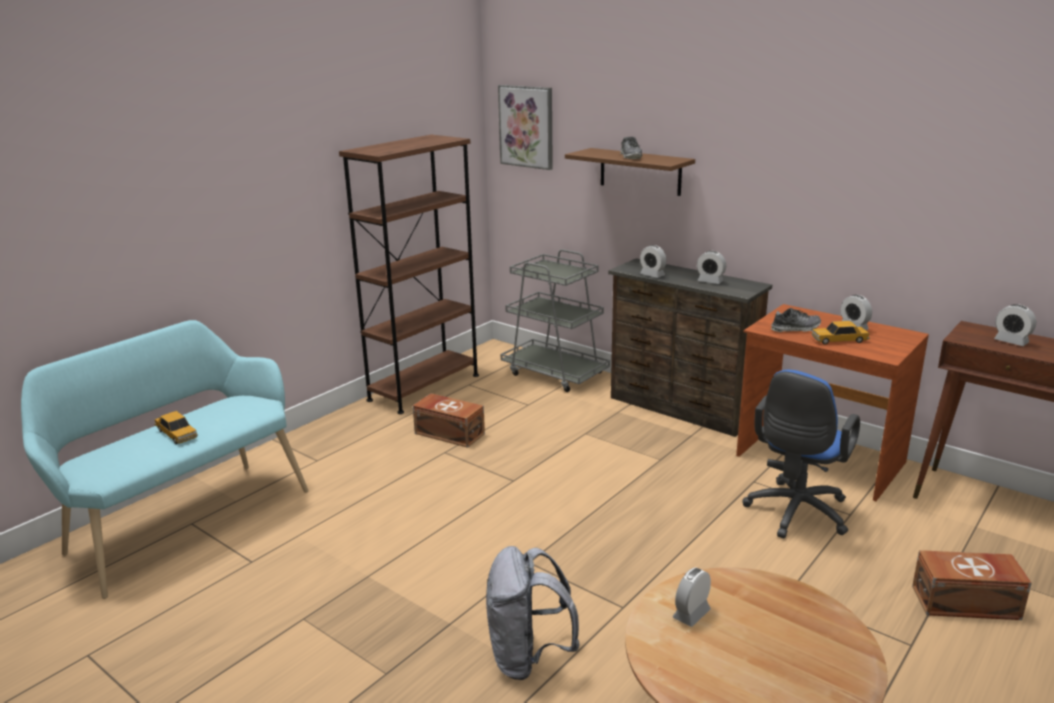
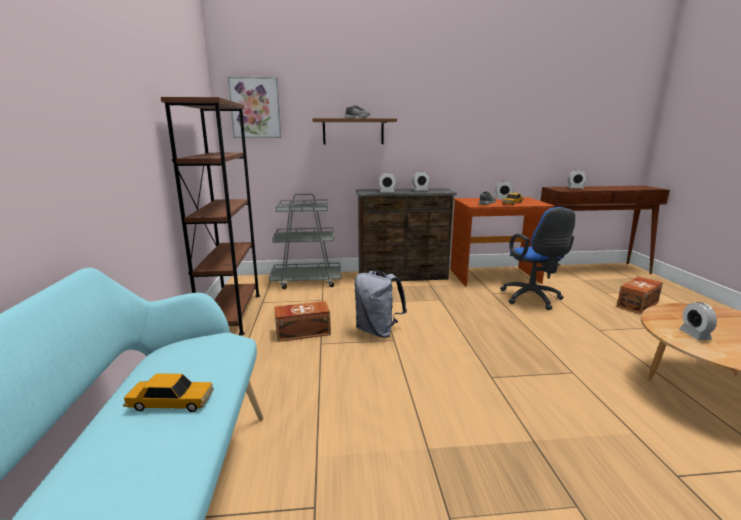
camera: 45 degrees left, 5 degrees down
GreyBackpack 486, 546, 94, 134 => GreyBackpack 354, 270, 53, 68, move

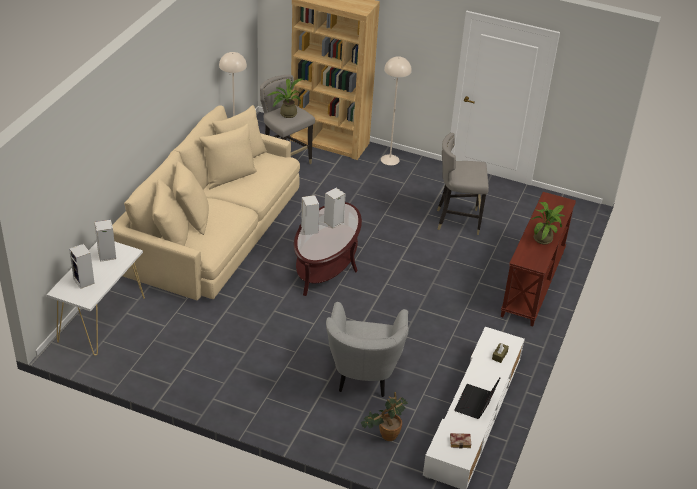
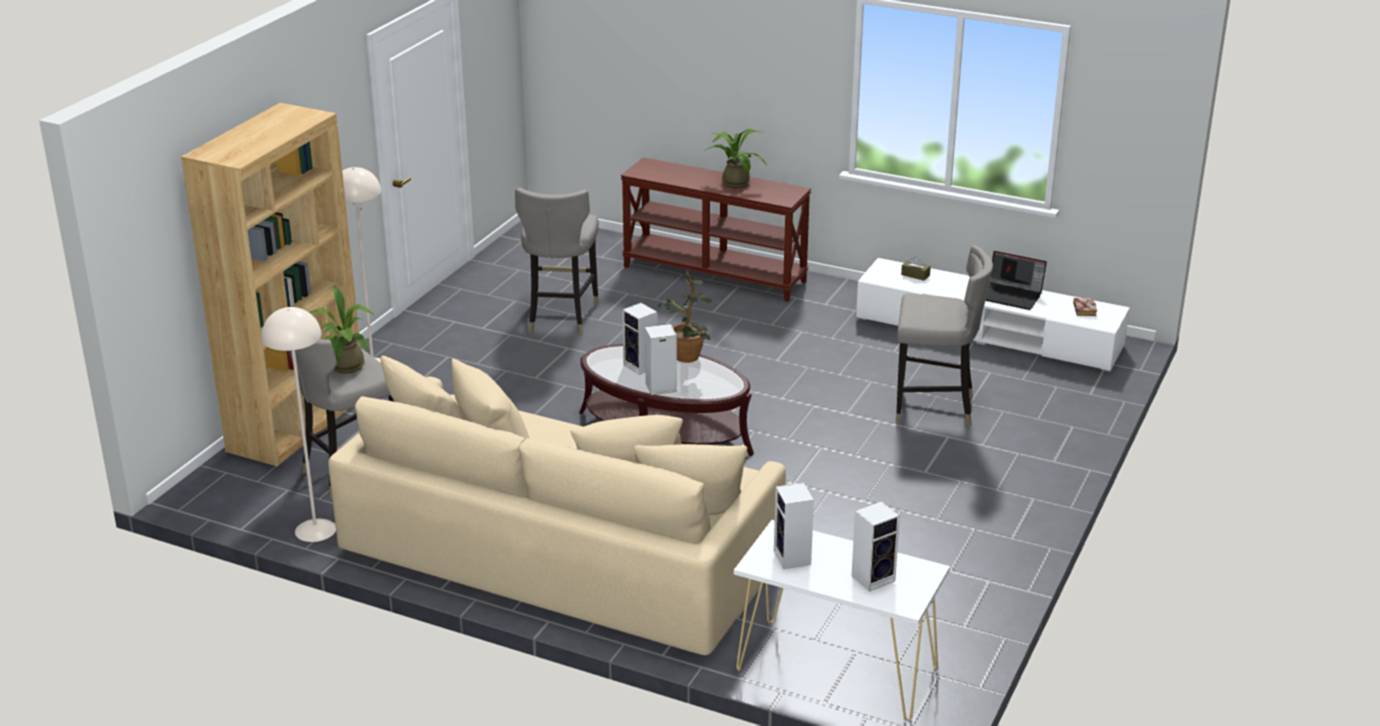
camera: 85 degrees left, 10 degrees down
GreyArmchair 326, 302, 83, 95 => GreyStool 896, 245, 97, 181
PottedPlant 361, 392, 47, 49 => PottedPlant 658, 272, 54, 91, move

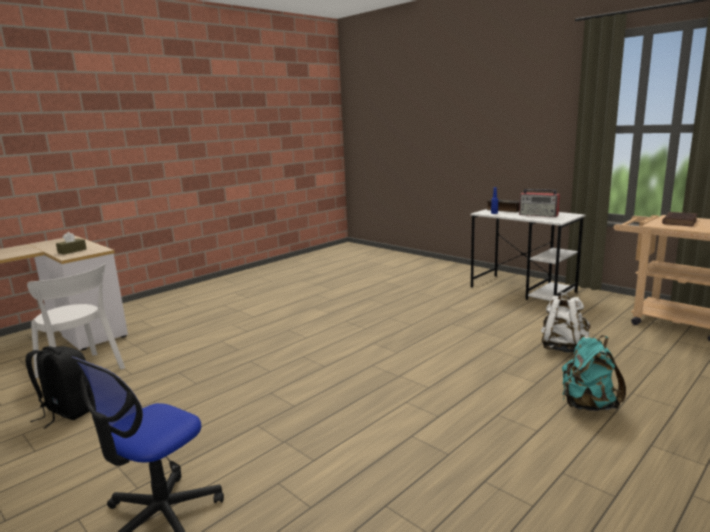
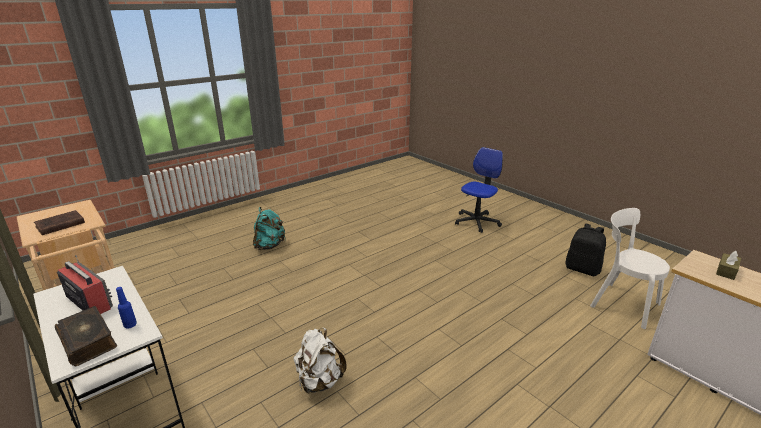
camera: 175 degrees left, 10 degrees up
WhiteBackpack 541, 292, 49, 61 => WhiteBackpack 293, 328, 54, 65, move

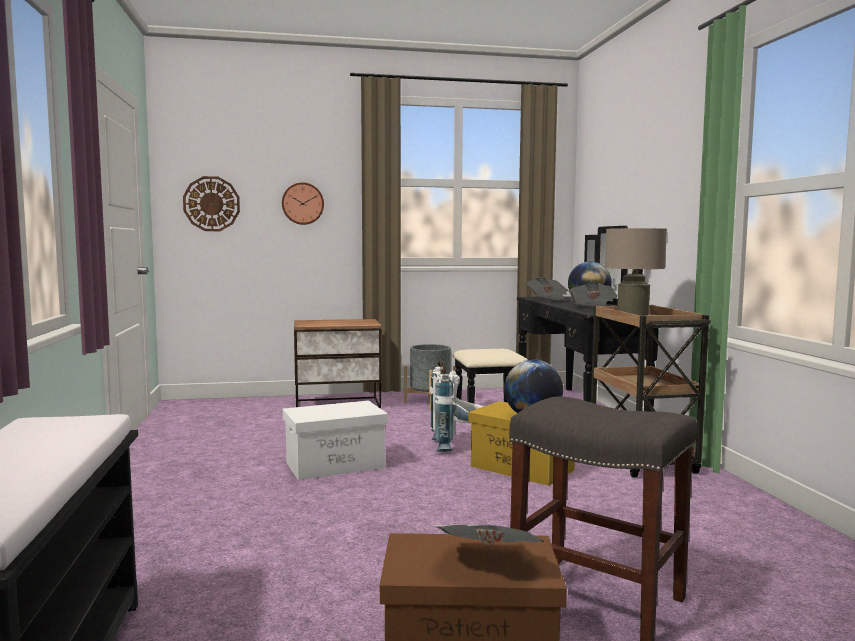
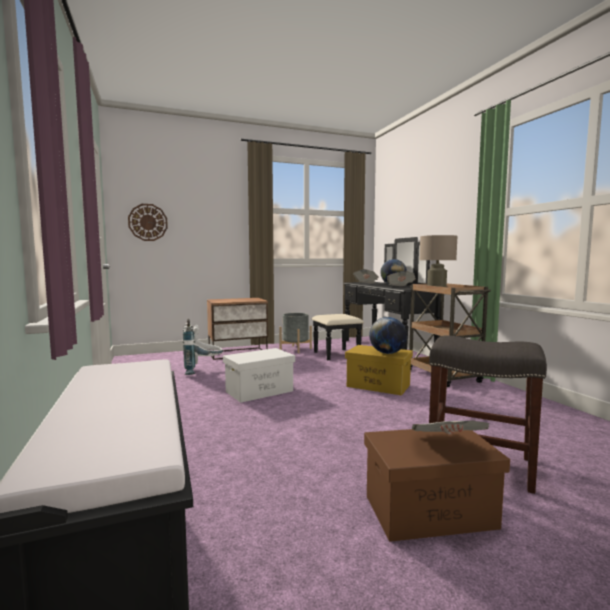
camera: 10 degrees left, 0 degrees up
WallClock 282, 182, 42, 43 => nothing
WhiteBackpack 430, 360, 54, 92 => WhiteBackpack 183, 319, 40, 56, move

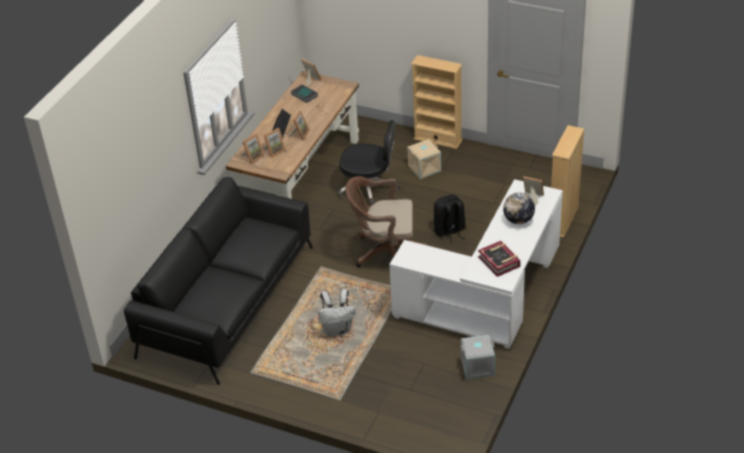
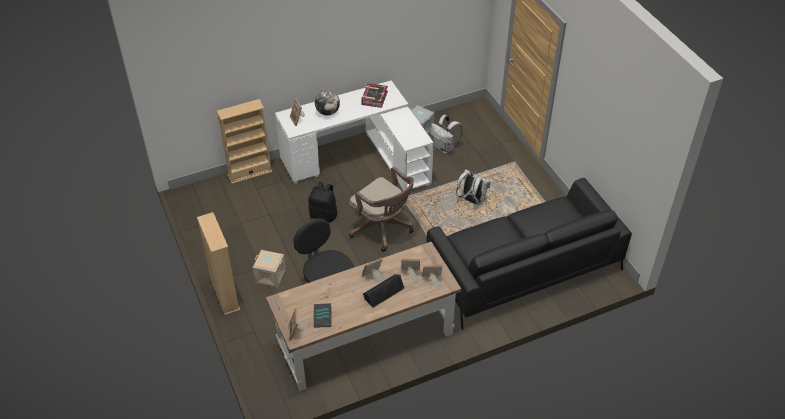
camera: 140 degrees left, 5 degrees up
nothing => WhiteBackpack 430, 115, 33, 38

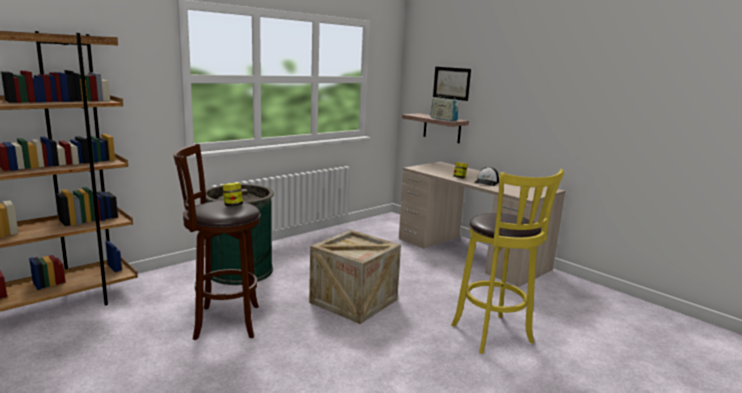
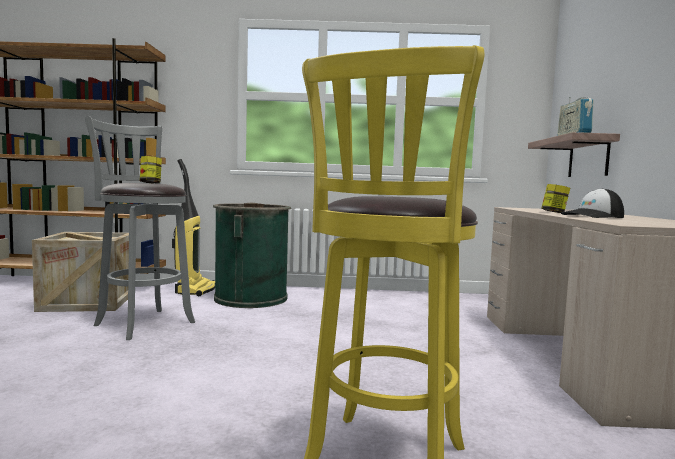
camera: 45 degrees right, 10 degrees down
Picture 433, 67, 38, 34 => nothing
BrownStool 173, 143, 88, 197 => GreyStool 85, 116, 110, 224
Crate 309, 230, 92, 94 => Crate 32, 232, 97, 80, move
nothing => VacuumCleaner 172, 159, 43, 137

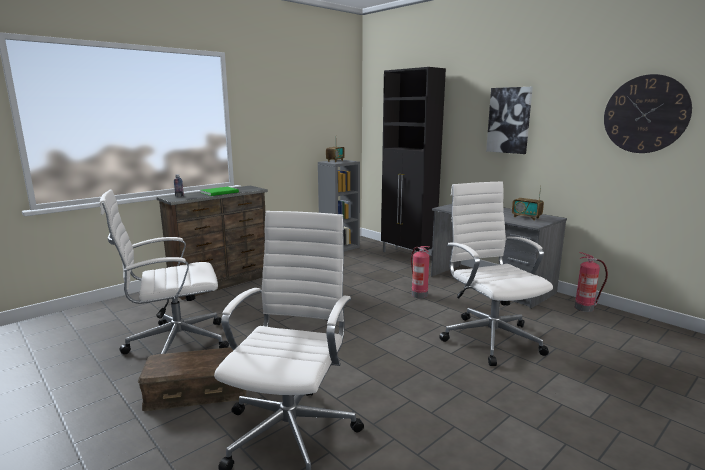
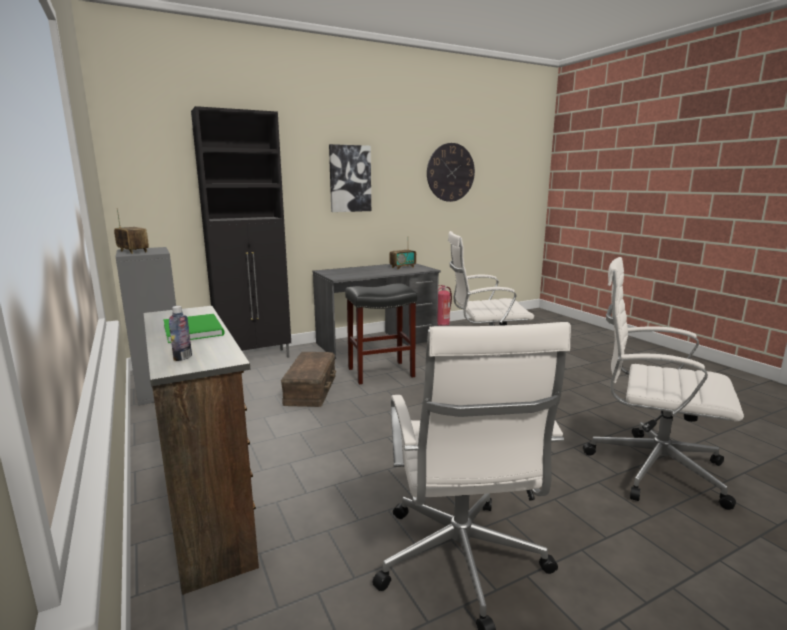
camera: 75 degrees left, 0 degrees up
FireExtinguisher 411, 246, 19, 52 => BlackStool 345, 283, 72, 102
BrownStorageBox 138, 347, 108, 64 => BrownStorageBox 281, 352, 55, 55, move

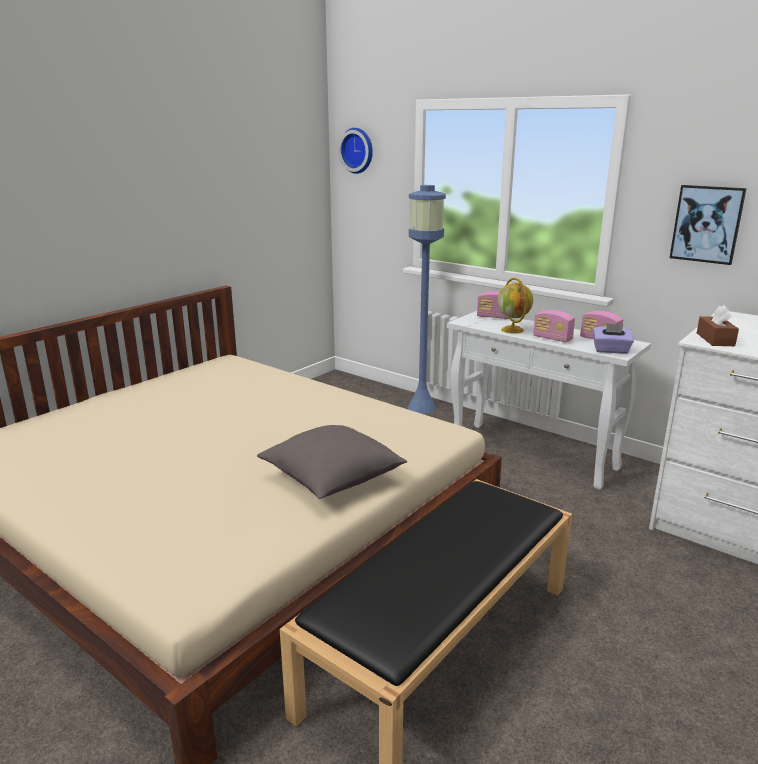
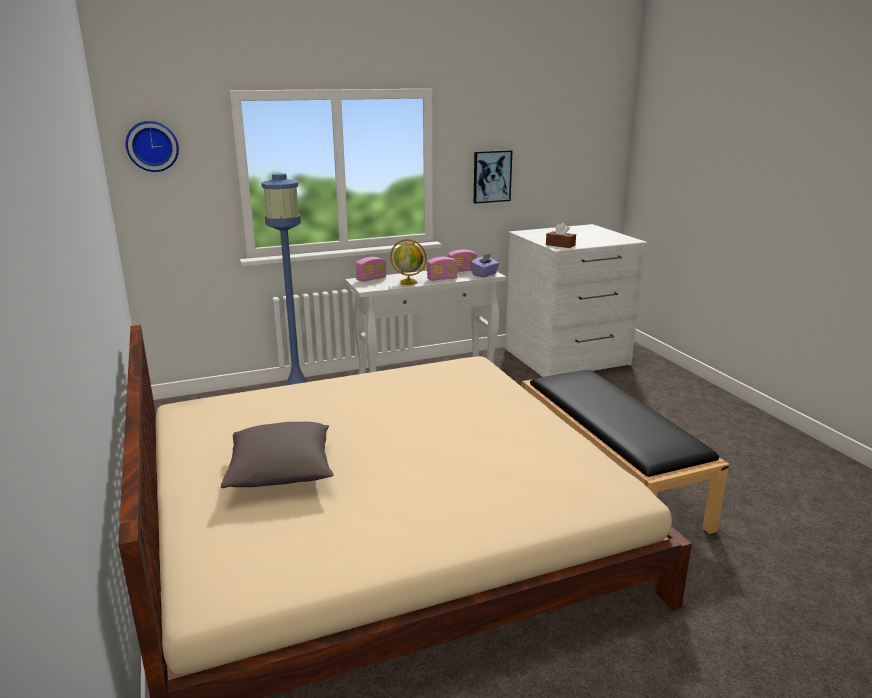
camera: 60 degrees left, 0 degrees up
GreyPillow 257, 425, 150, 74 => GreyPillow 221, 422, 112, 66, move

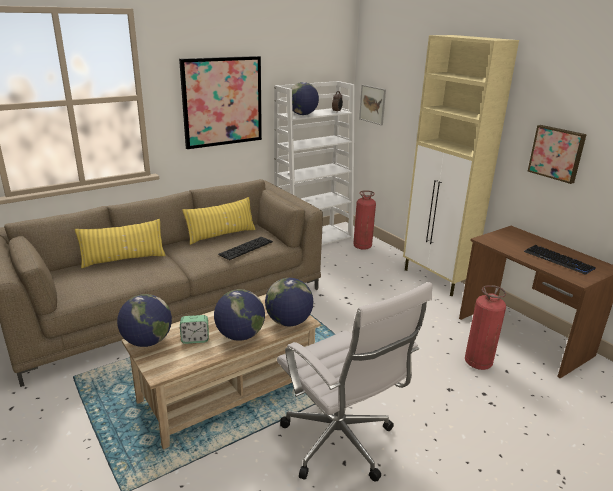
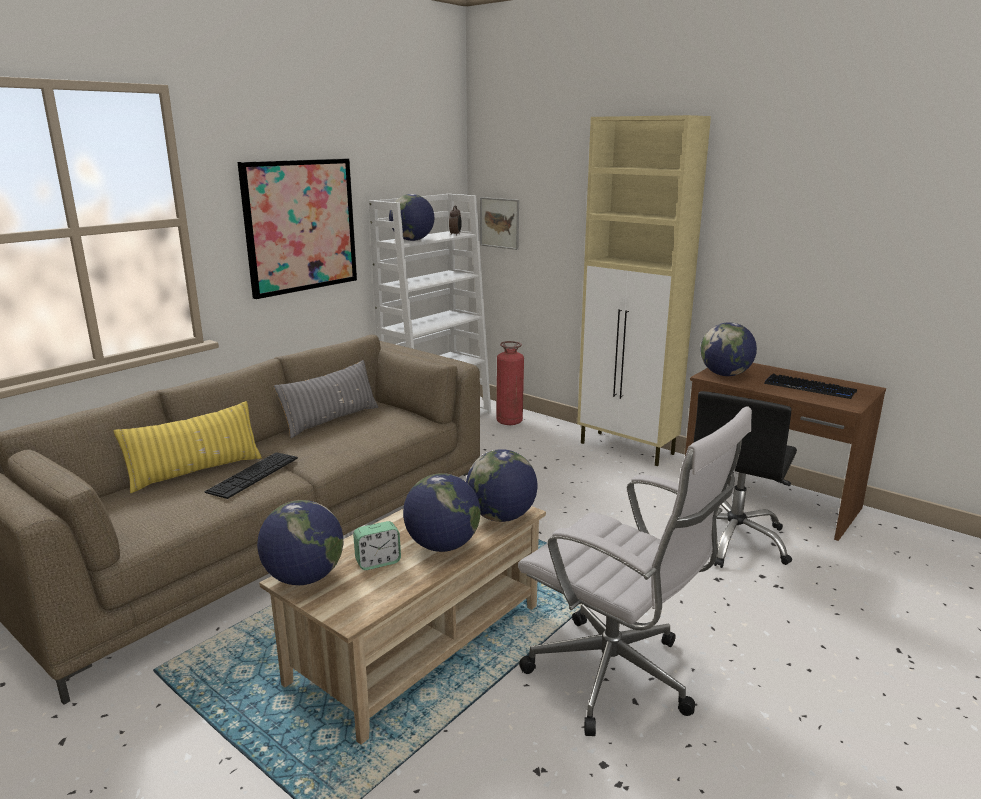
camera: 15 degrees left, 5 degrees down
Picture 528, 125, 59, 59 => nothing
YellowPillow 182, 197, 74, 48 => GreyPillow 274, 360, 104, 78
Keyboard 218, 237, 55, 23 => Keyboard 204, 452, 94, 47, move
FireExtinguisher 465, 285, 41, 85 => BlackOfficeChair 693, 391, 104, 177
nothing => Globe 701, 322, 56, 54

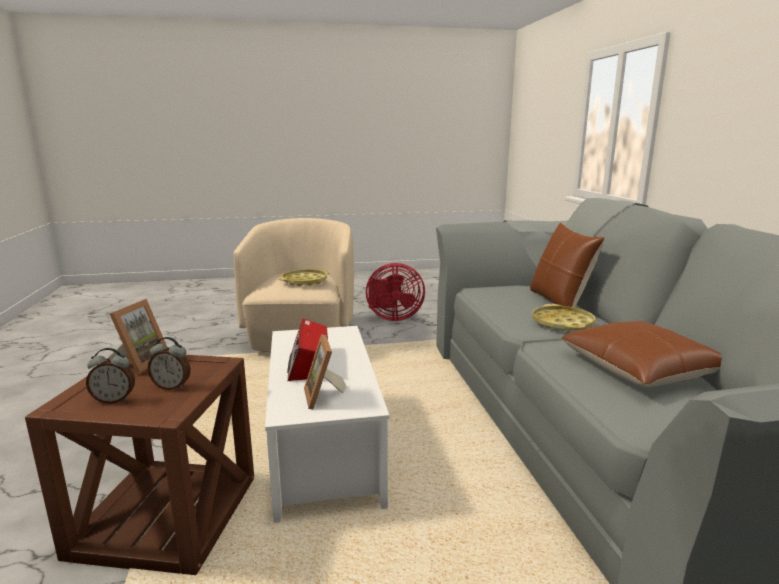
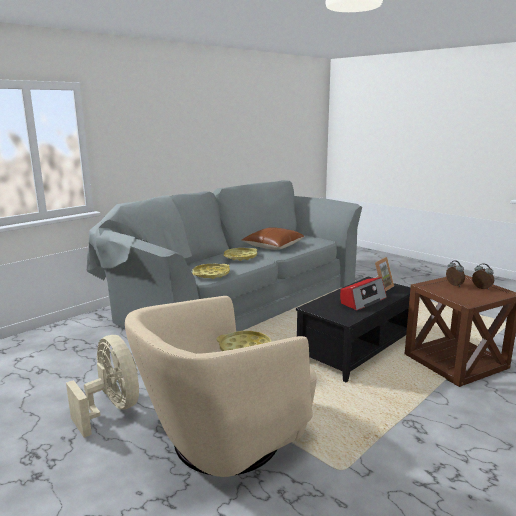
camera: 125 degrees left, 0 degrees up
BrownPillow 530, 223, 75, 85 => nothing
RedFan 366, 263, 59, 58 => BeigeFan 66, 335, 73, 103
PictureFrame 106, 299, 61, 74 => nothing
WhiteCoffeeTable 265, 326, 124, 197 => BlackCoffeeTable 296, 277, 115, 105
nothing => YellowTray 192, 264, 38, 15

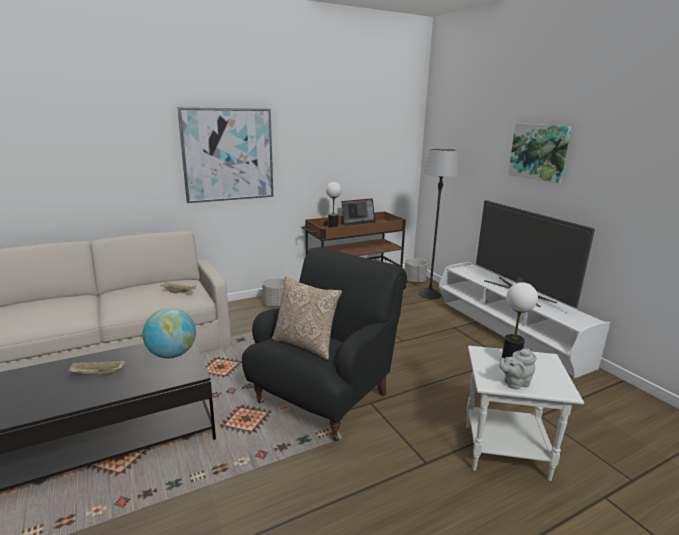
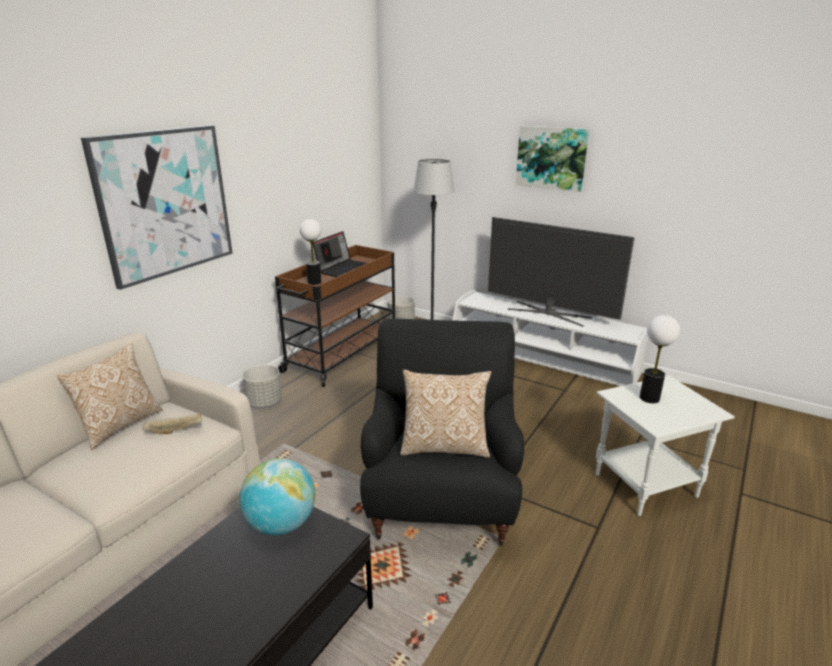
camera: 30 degrees left, 5 degrees up
GreyTeapot 499, 348, 38, 41 => nothing
BeigeTray 68, 361, 58, 15 => nothing
nothing => Pillow 57, 343, 106, 107

